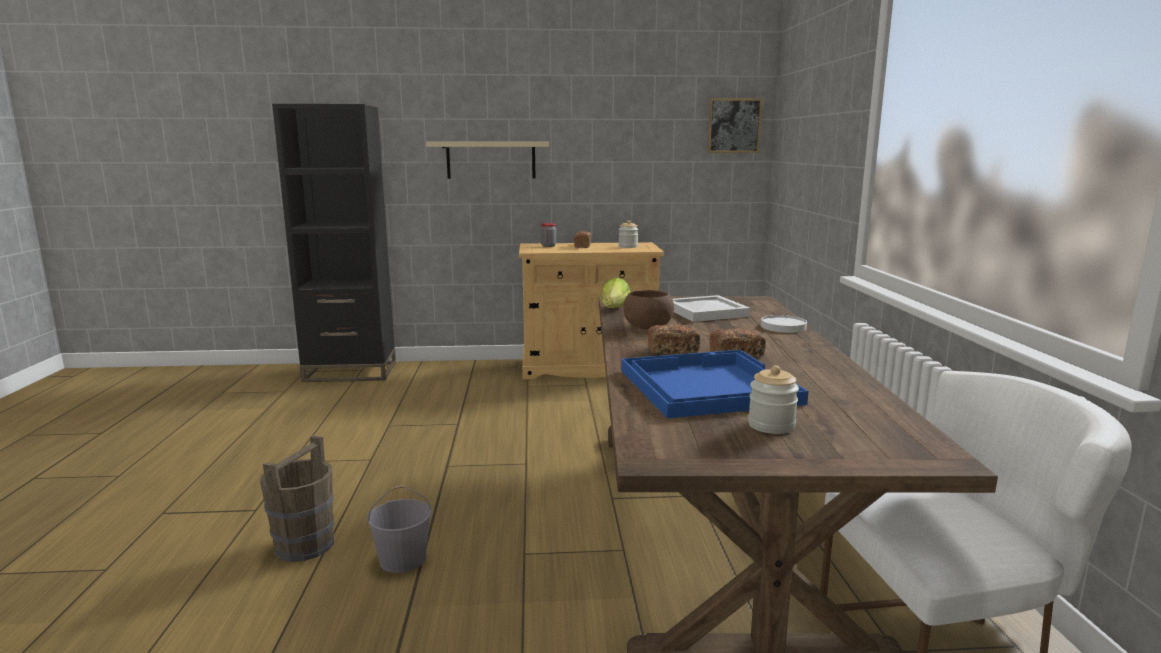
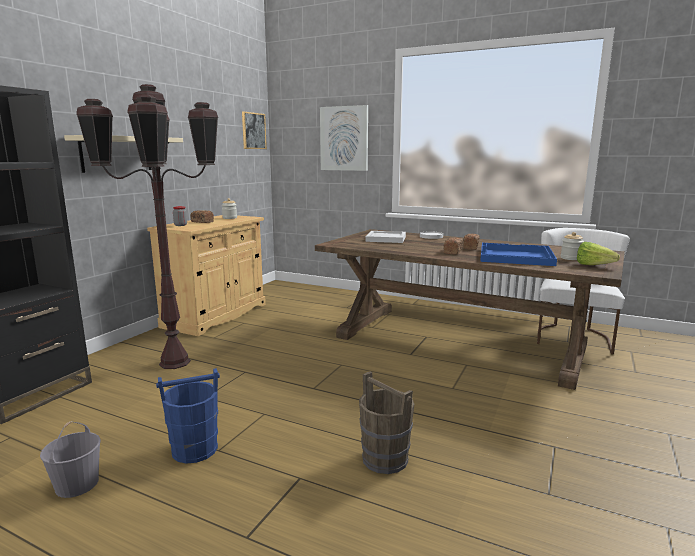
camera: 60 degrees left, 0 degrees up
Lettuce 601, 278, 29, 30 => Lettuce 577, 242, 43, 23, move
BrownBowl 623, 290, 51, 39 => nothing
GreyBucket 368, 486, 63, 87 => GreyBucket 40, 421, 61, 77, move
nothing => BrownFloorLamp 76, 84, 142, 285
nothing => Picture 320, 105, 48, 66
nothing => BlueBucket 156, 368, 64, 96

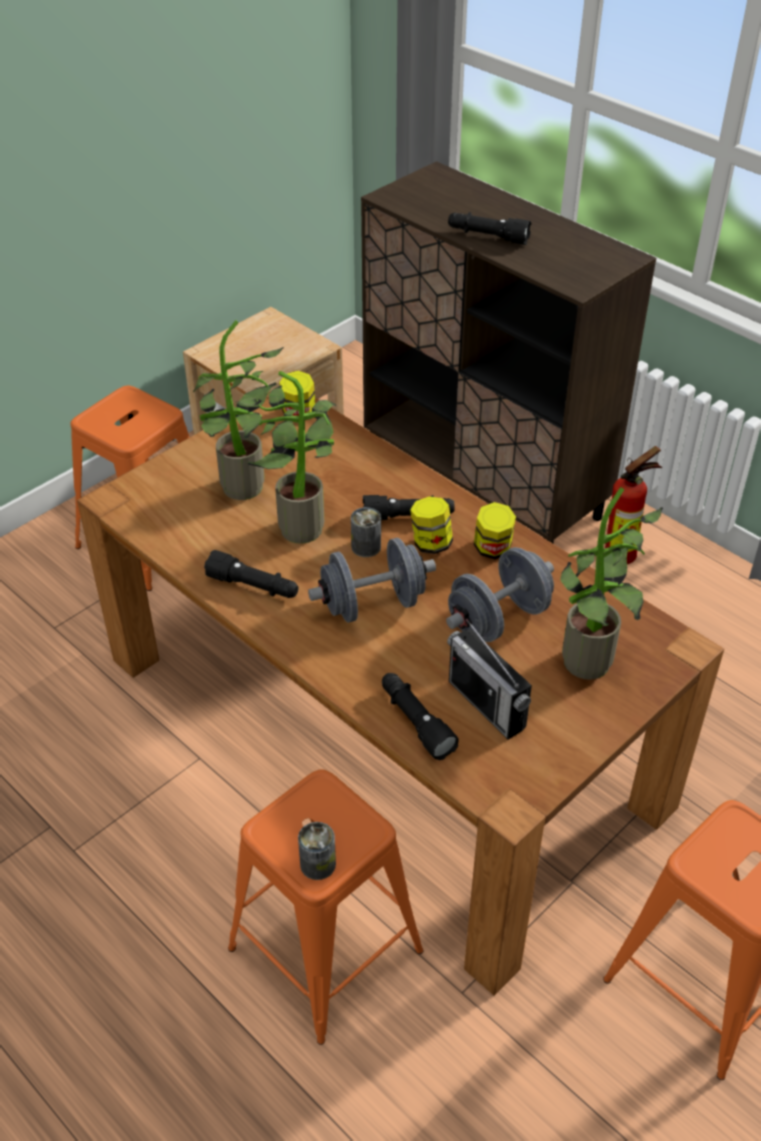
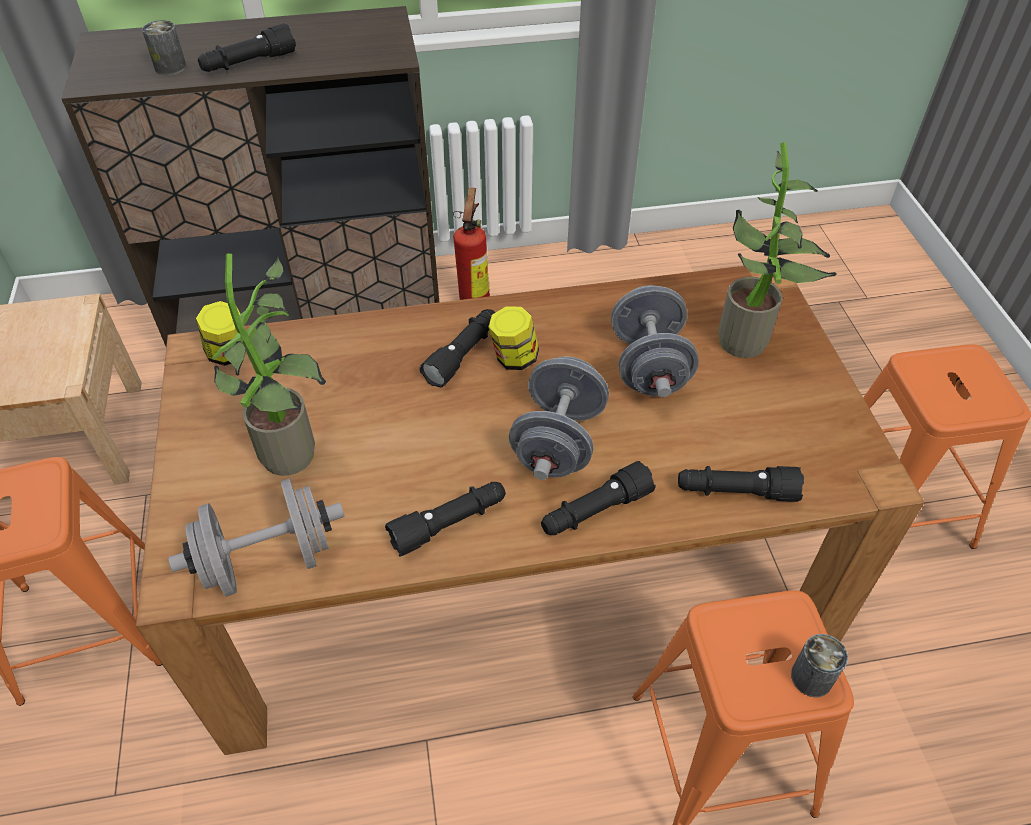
camera: 55 degrees left, 5 degrees up
PottedPlant 236, 371, 100, 173 => nothing
Jar 474, 502, 42, 57 => nothing
Can 351, 507, 30, 50 => Can 142, 20, 45, 55, move
Radio 447, 619, 85, 121 => nothing
nothing => BlackFlashlight 541, 461, 114, 74
nothing => GreyDumbbell 168, 478, 177, 118

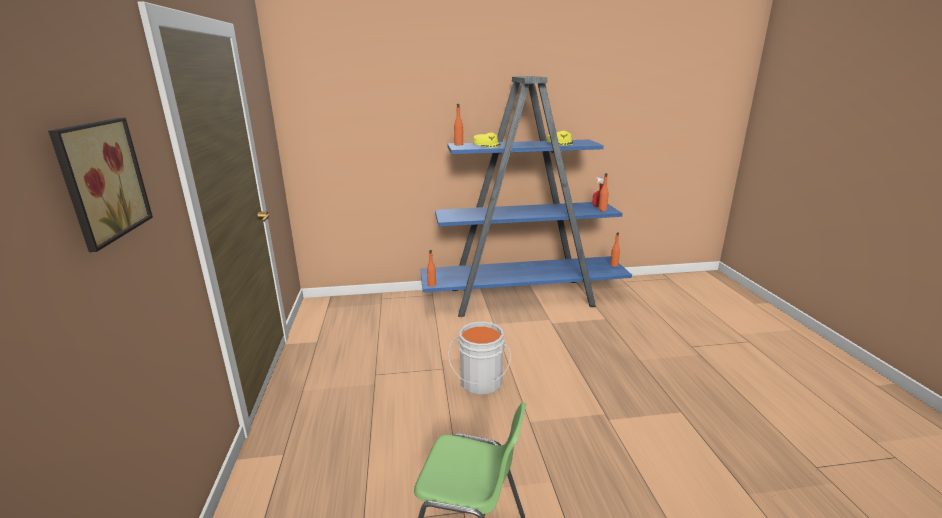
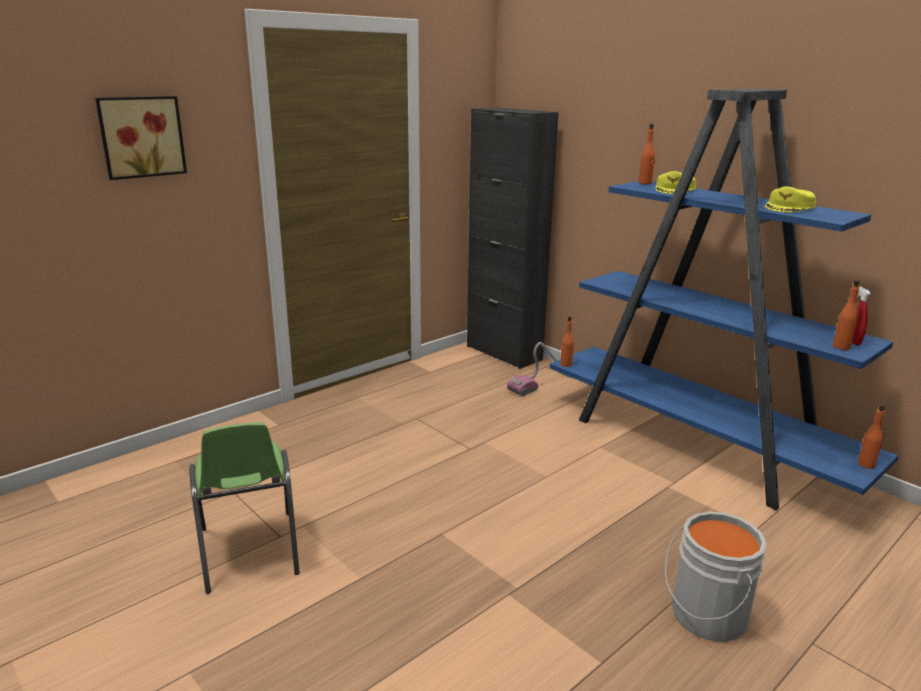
camera: 55 degrees right, 0 degrees up
GreyBucket 448, 322, 63, 73 => GreyBucket 665, 511, 102, 131, move
nothing => BlackCabinet 467, 107, 91, 262
nothing => VacuumCleaner 507, 342, 65, 54

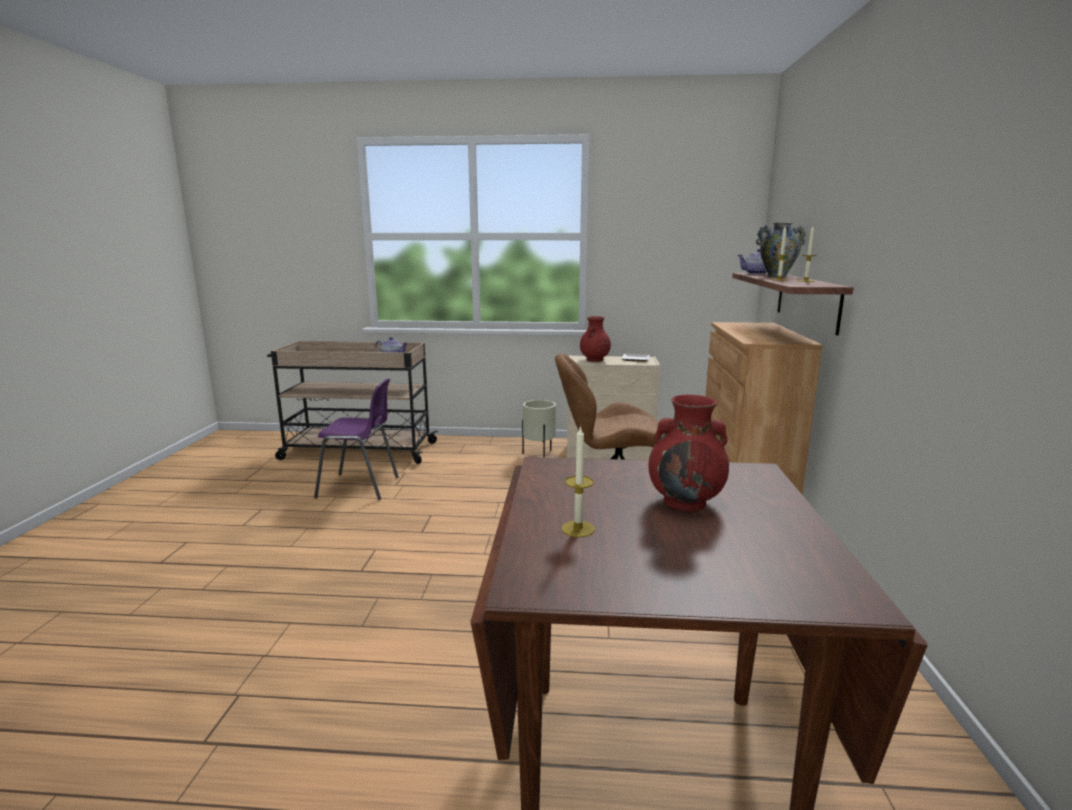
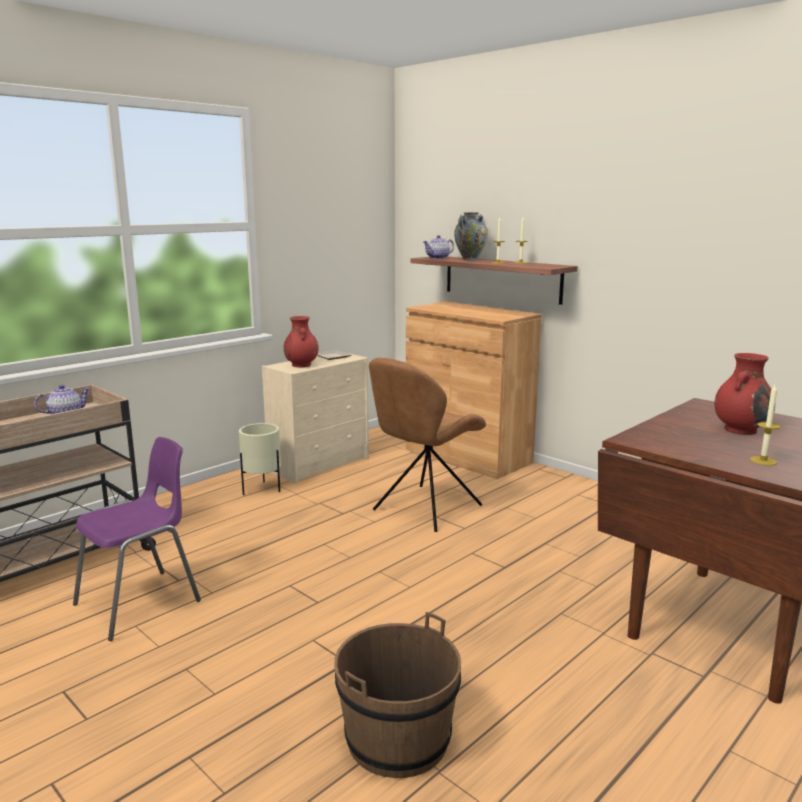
camera: 50 degrees left, 0 degrees up
nothing => BrownBucket 334, 612, 127, 166

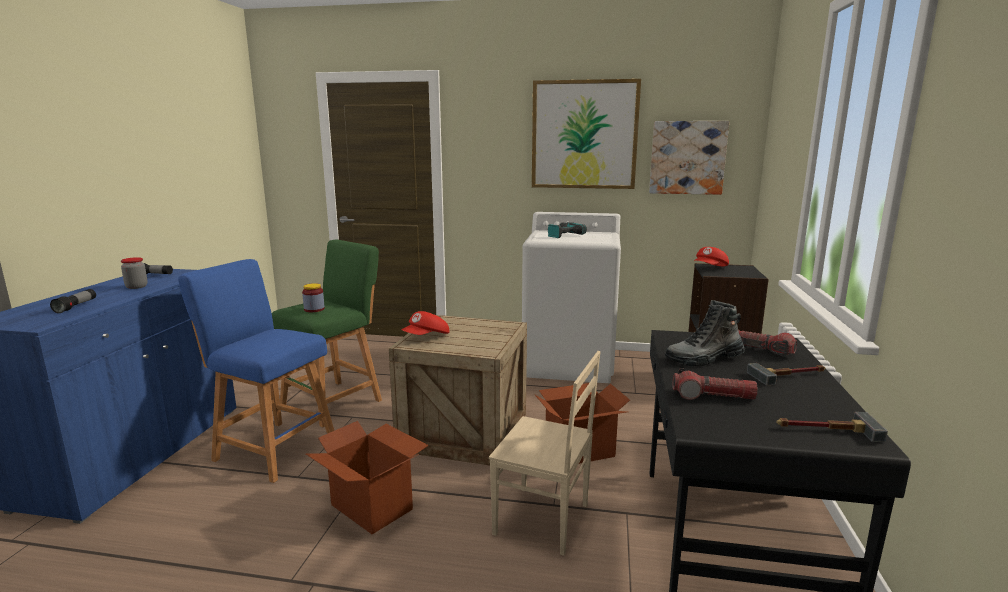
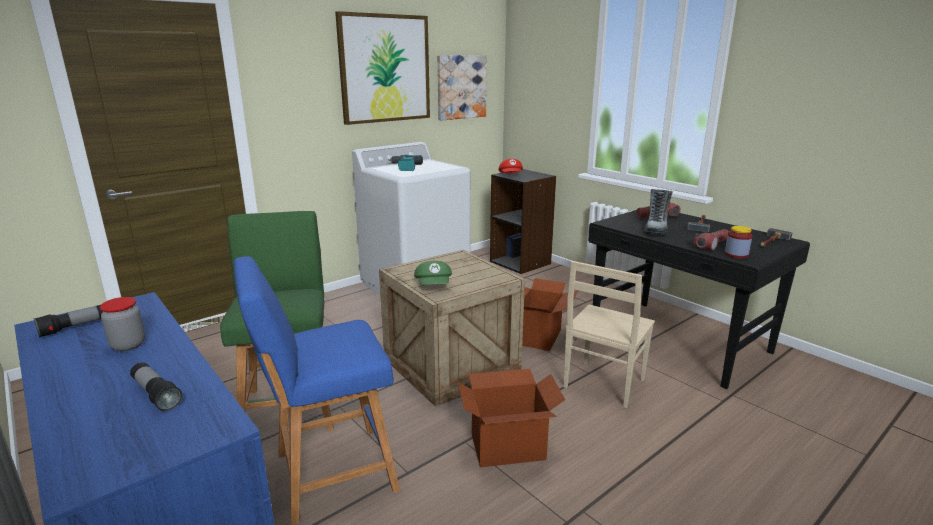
camera: 50 degrees left, 5 degrees up
Jar 302, 283, 23, 29 => Jar 725, 226, 27, 33, move
RedCap 402, 311, 47, 24 => GreenCap 414, 261, 38, 24
BeigeChair 489, 351, 111, 205 => BeigeChair 563, 261, 92, 147, 150 degrees clockwise

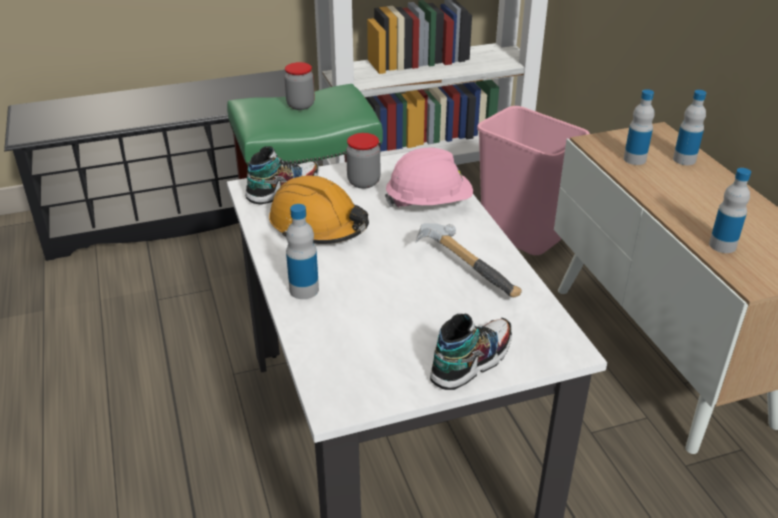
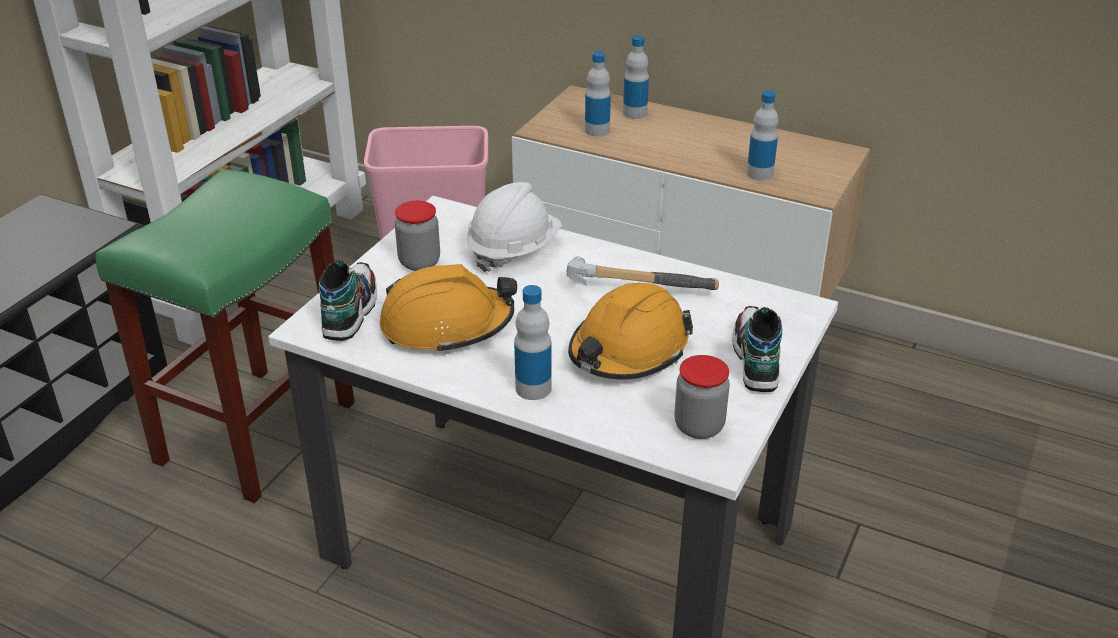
camera: 45 degrees left, 0 degrees up
Jar 284, 62, 31, 48 => Jar 674, 355, 56, 84, move
PinkHardHat 385, 148, 88, 60 => WhiteHardHat 466, 182, 96, 90
nothing => OrangeHardHat 568, 283, 125, 96

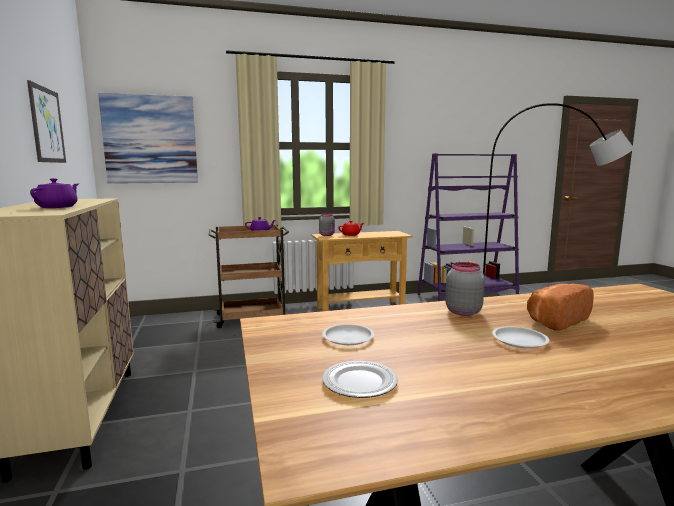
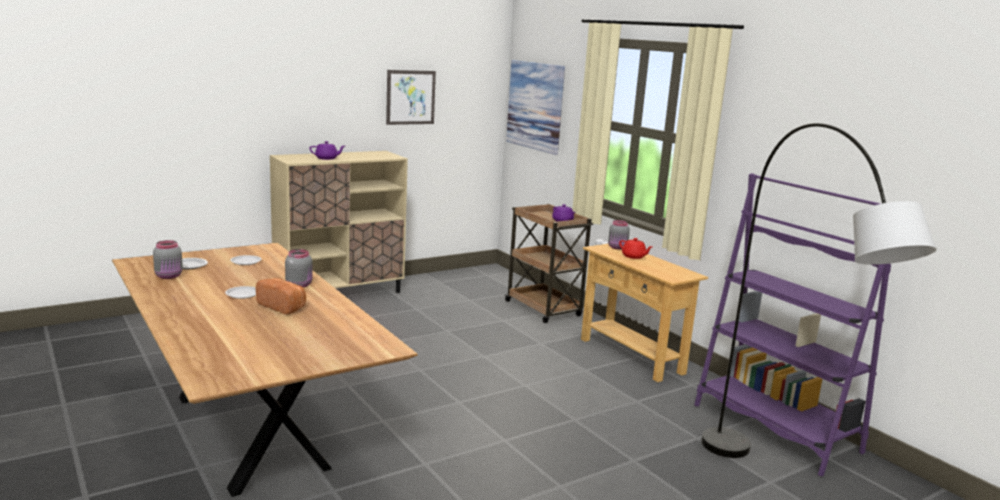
camera: 70 degrees right, 5 degrees up
nothing => GreyJar 153, 240, 30, 39

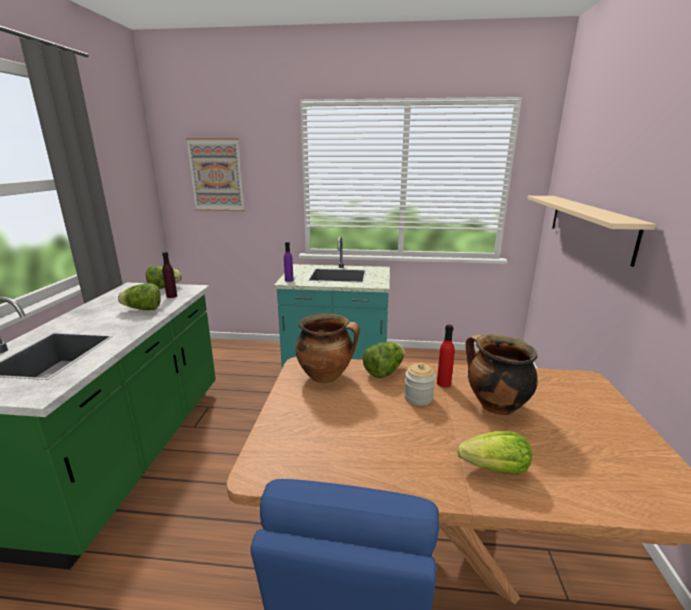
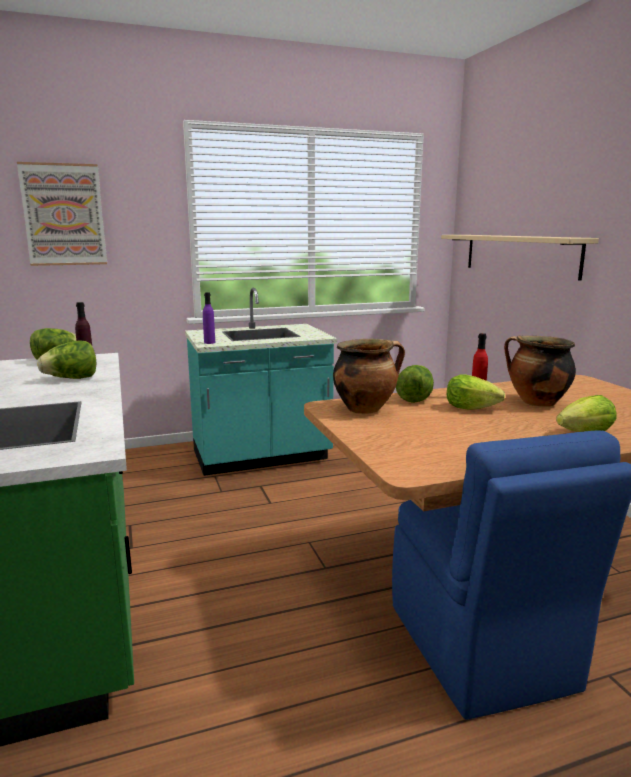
camera: 25 degrees left, 5 degrees down
Jar 404, 363, 31, 43 => Lettuce 447, 375, 58, 35

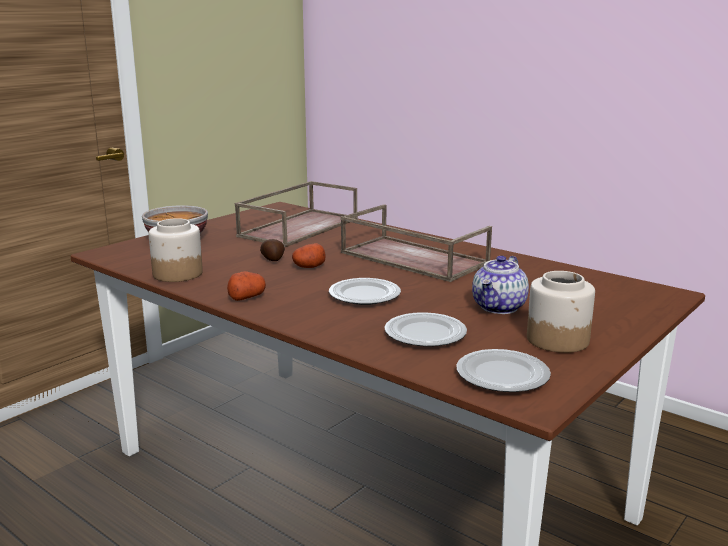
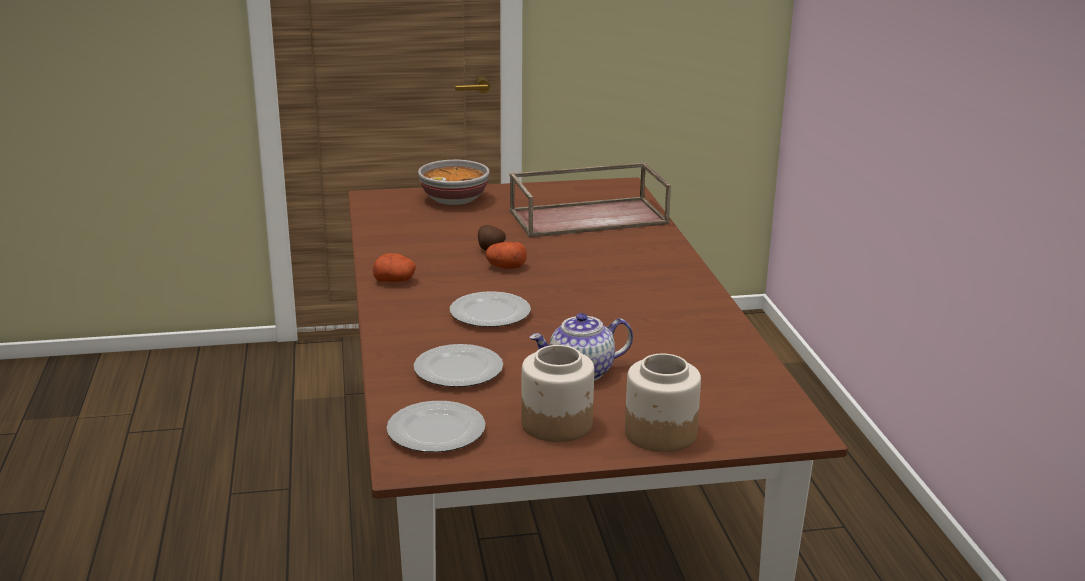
camera: 40 degrees right, 5 degrees up
BrownTray 340, 204, 152, 78 => nothing
Jar 149, 218, 54, 64 => Jar 625, 354, 76, 98, move

